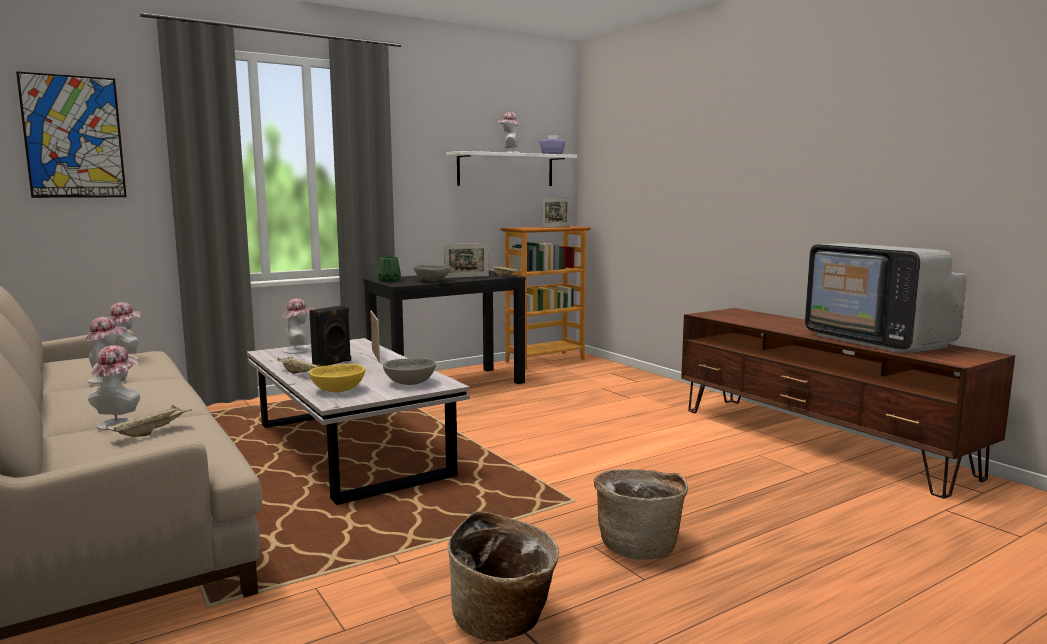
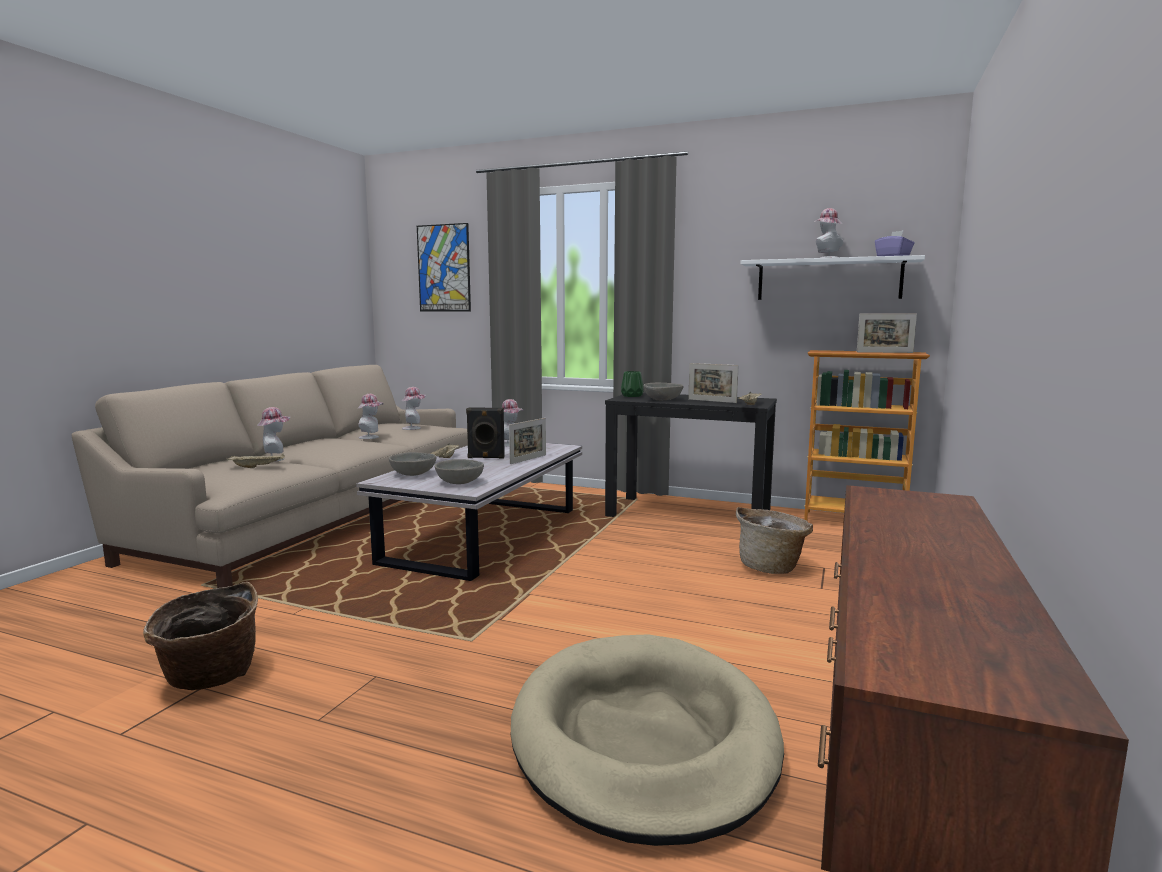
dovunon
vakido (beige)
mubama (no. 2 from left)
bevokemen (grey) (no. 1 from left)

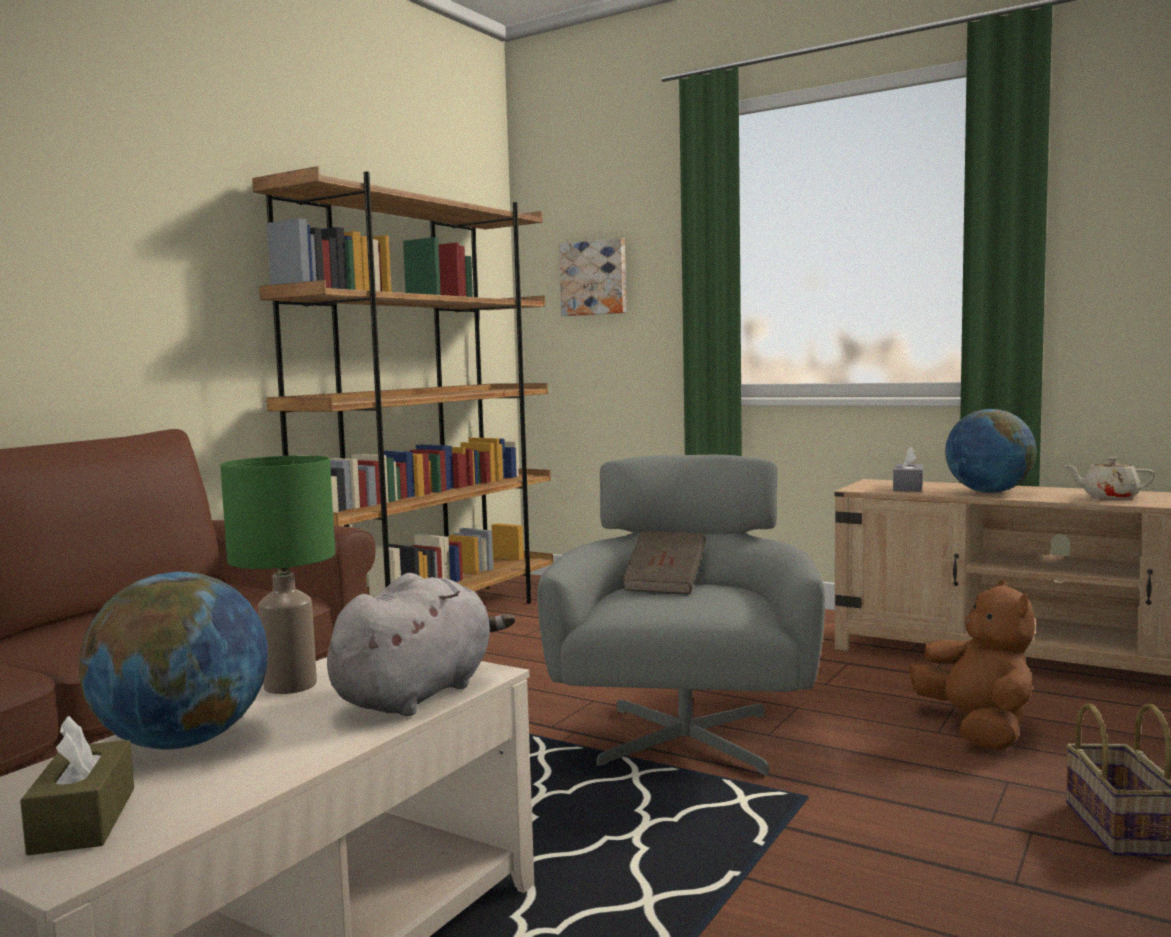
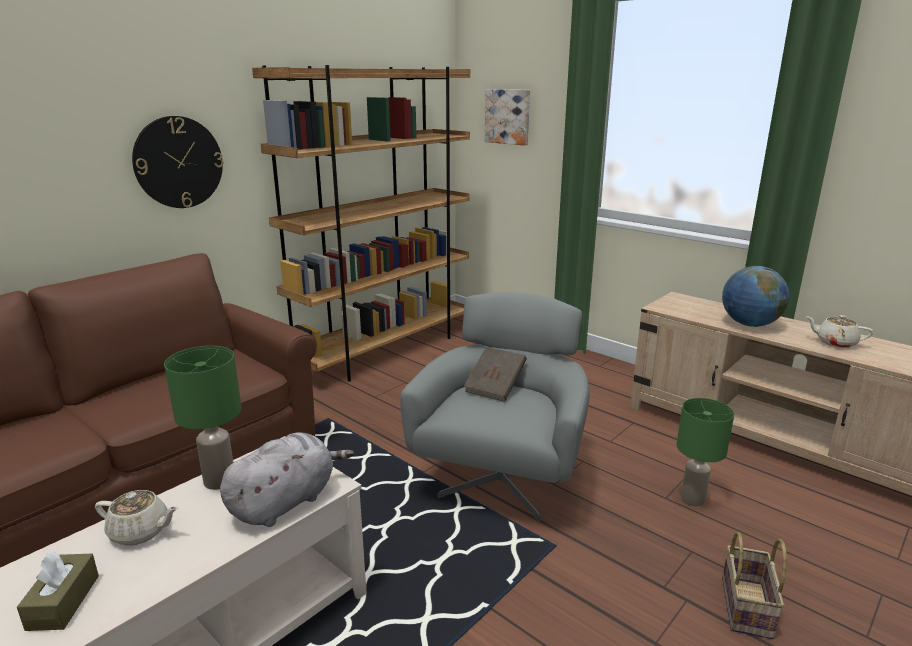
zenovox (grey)
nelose
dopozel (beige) (no. 1 from left)
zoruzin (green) (no. 2 from left)

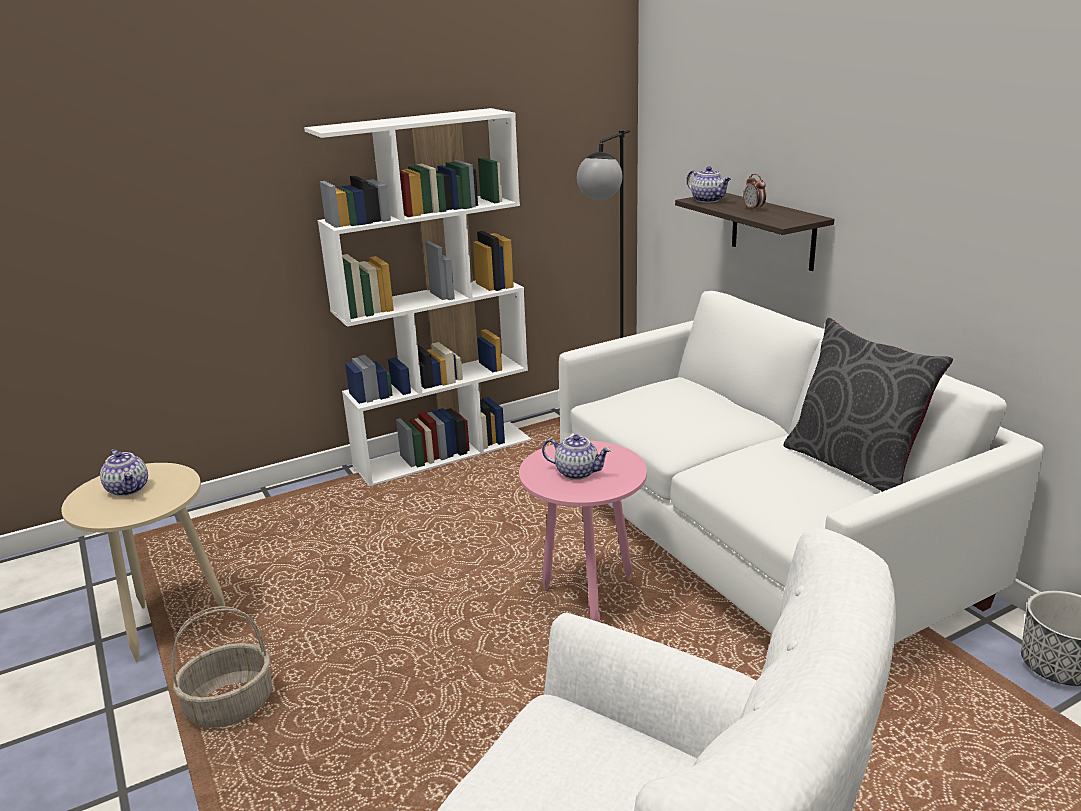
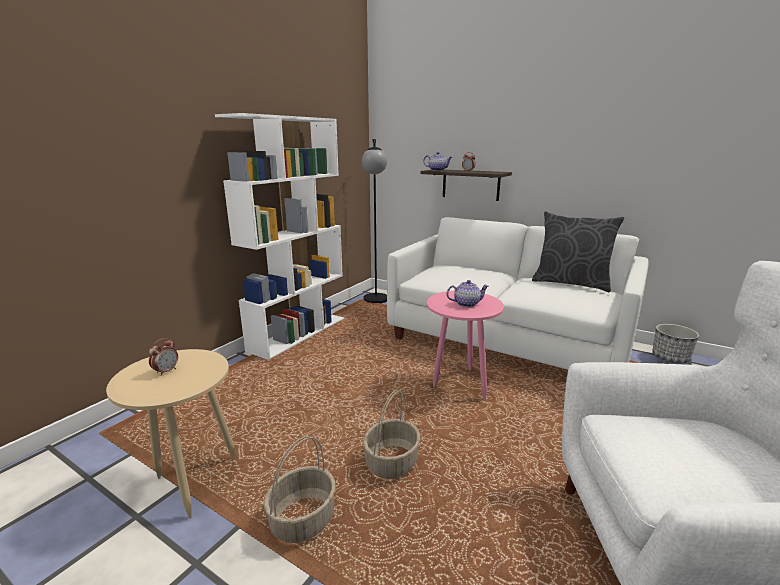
mubama (no. 2 from left)
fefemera (no. 1 from left)

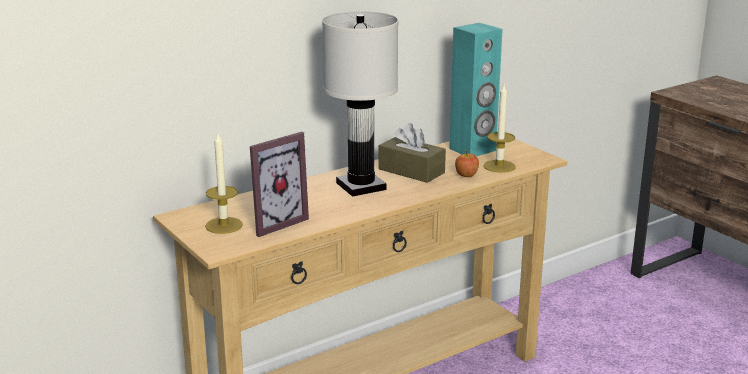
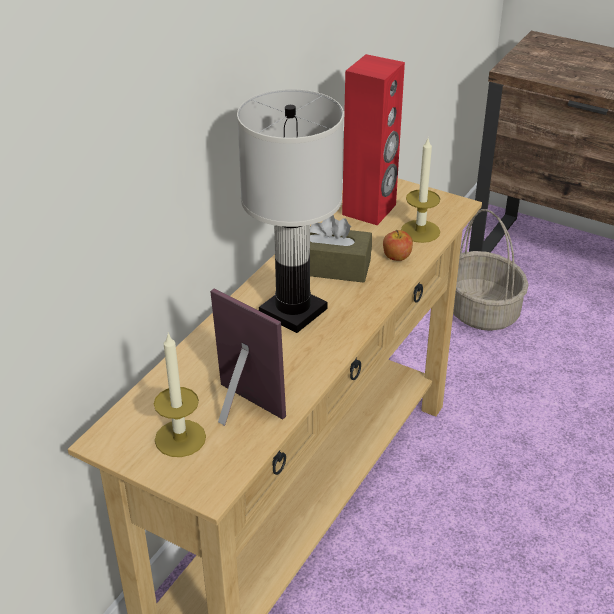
mubama
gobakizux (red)
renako

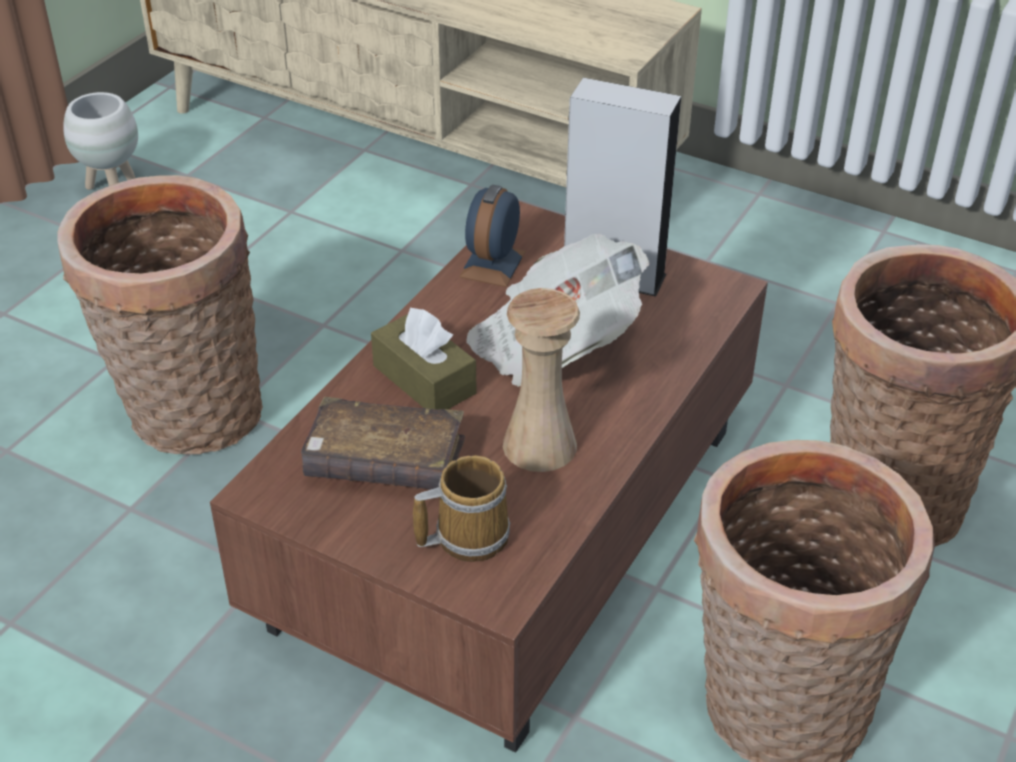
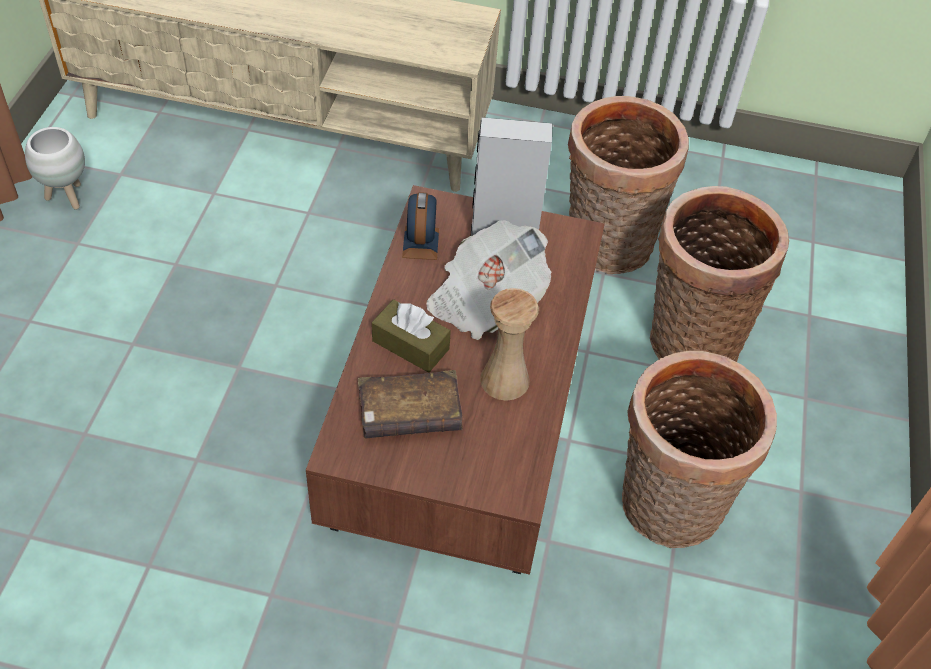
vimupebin
mubama (no. 1 from left)

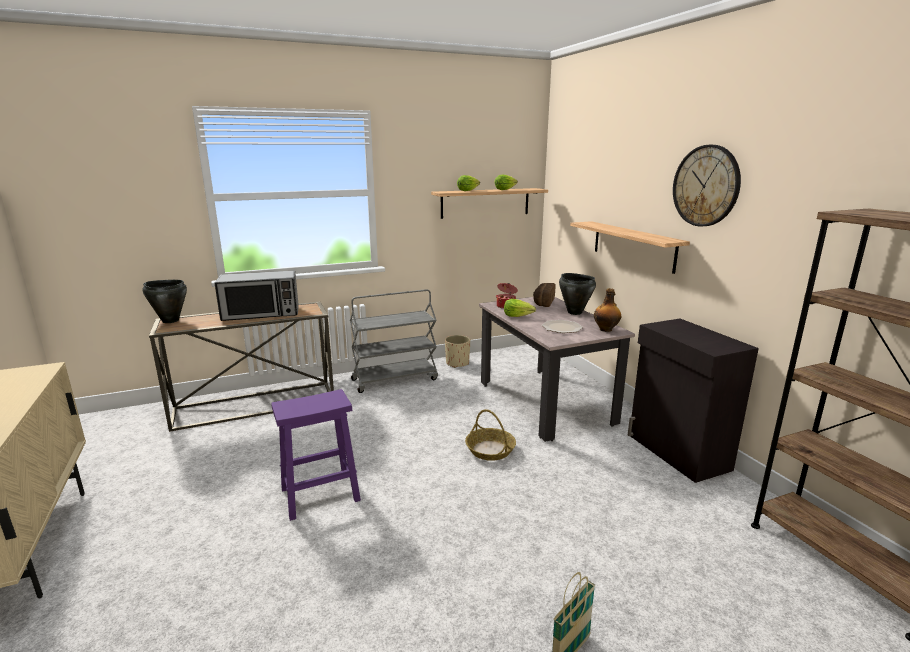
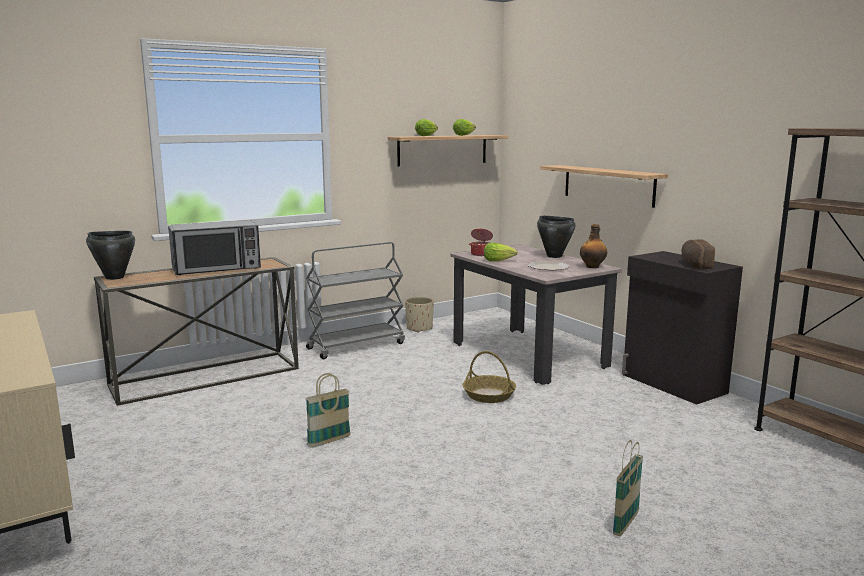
nelose
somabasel
mubama (no. 1 from left)

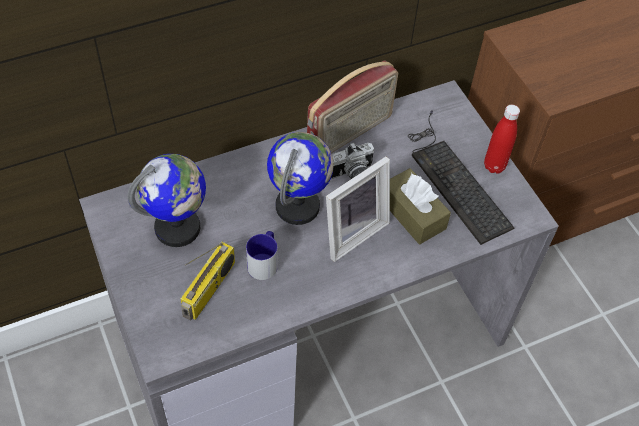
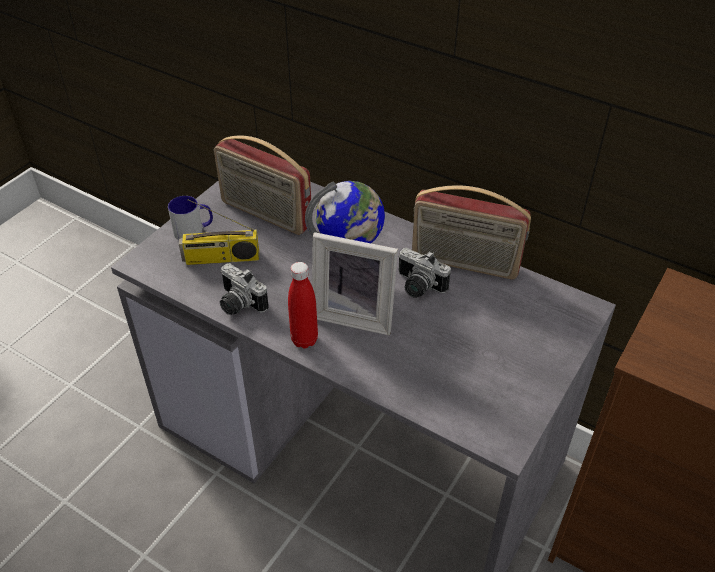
zenovox (brown)
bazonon
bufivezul (no. 1 from left)
vimupebin
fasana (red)
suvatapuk (no. 2 from left)

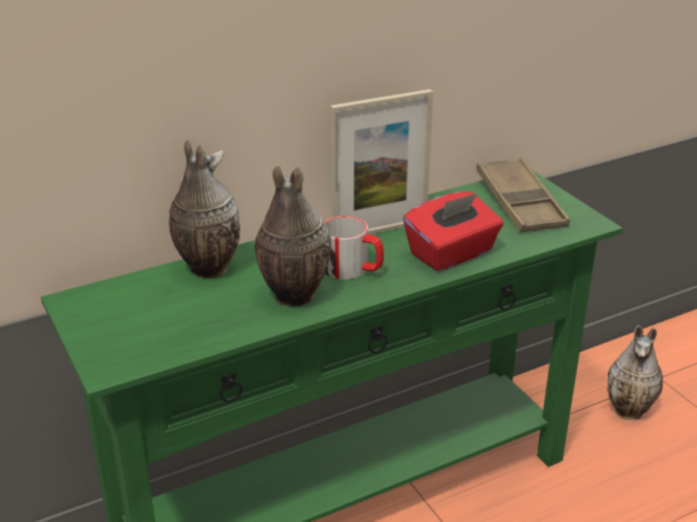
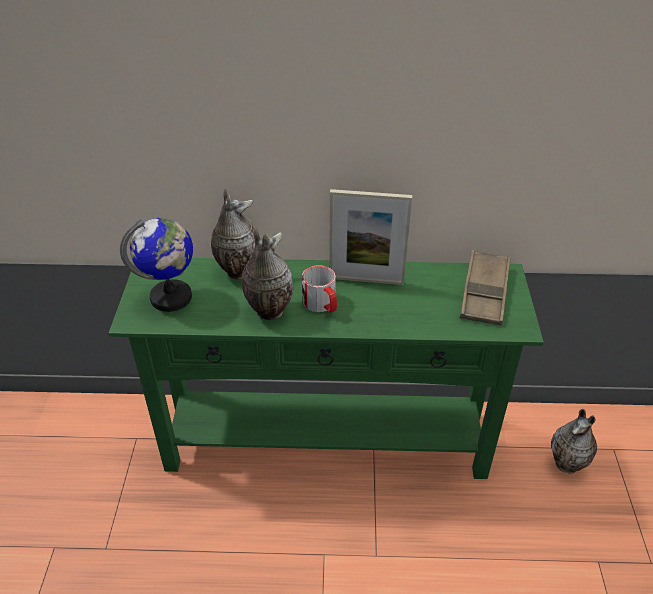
zenovox (red)
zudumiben

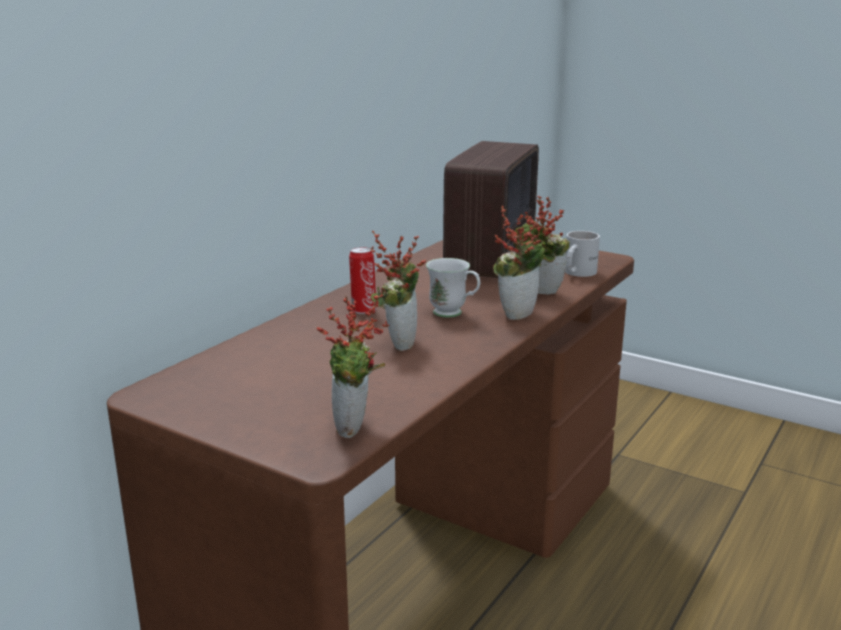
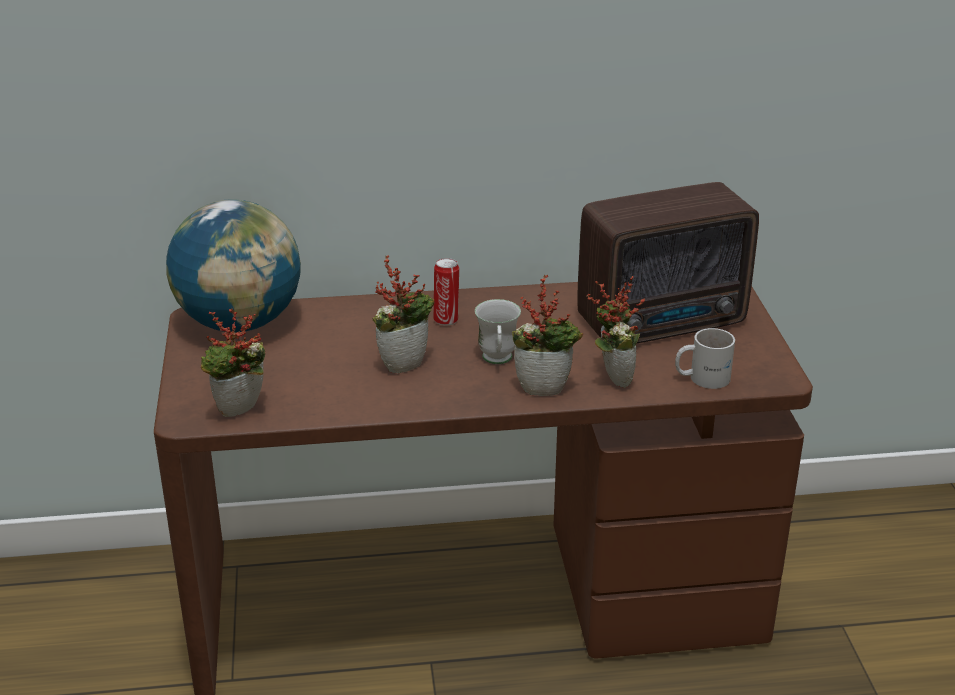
zudumiben

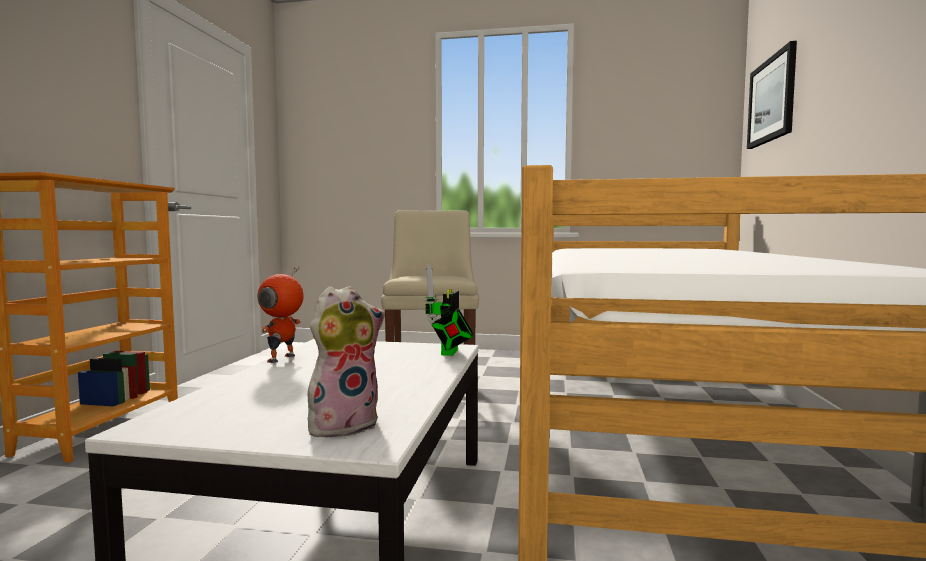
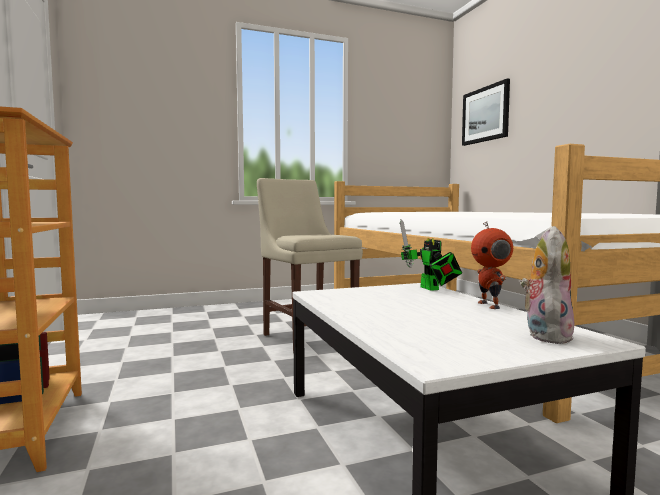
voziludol (no. 2 from left)

